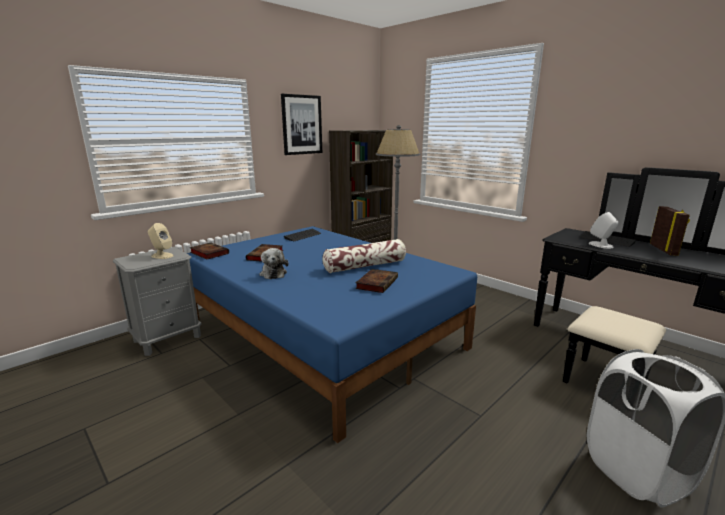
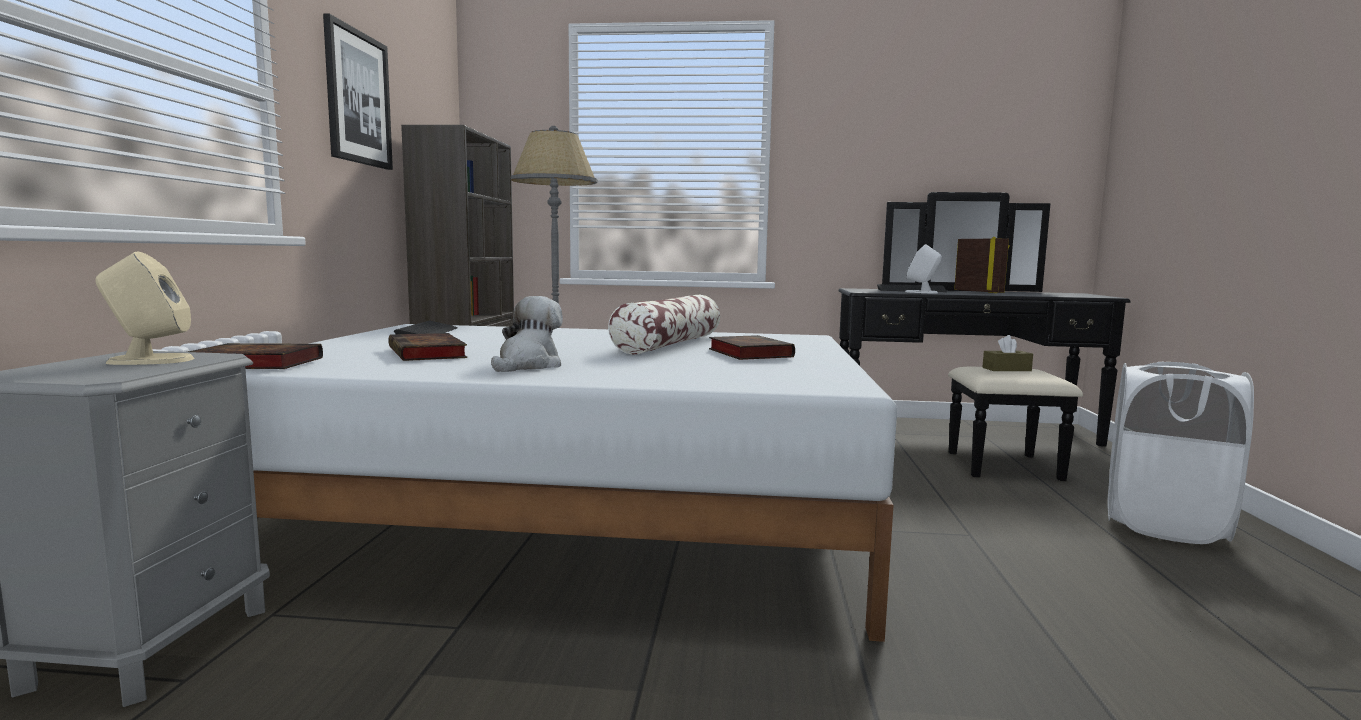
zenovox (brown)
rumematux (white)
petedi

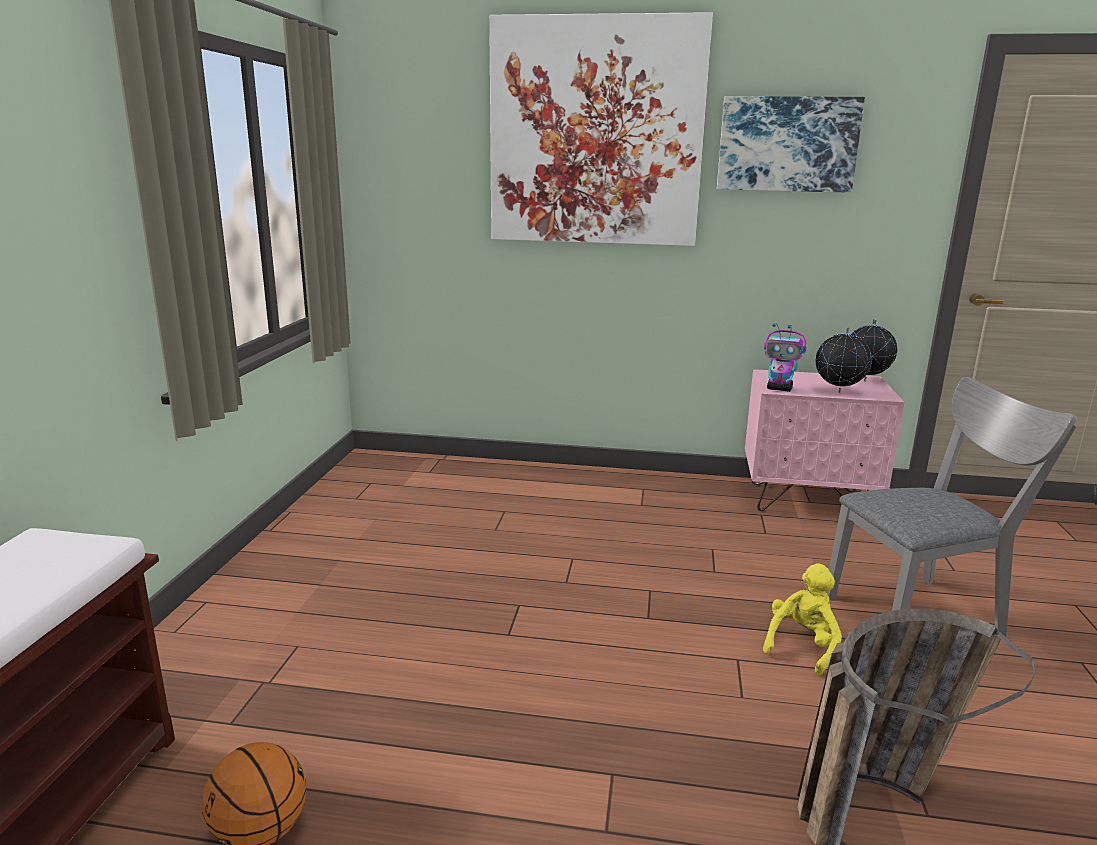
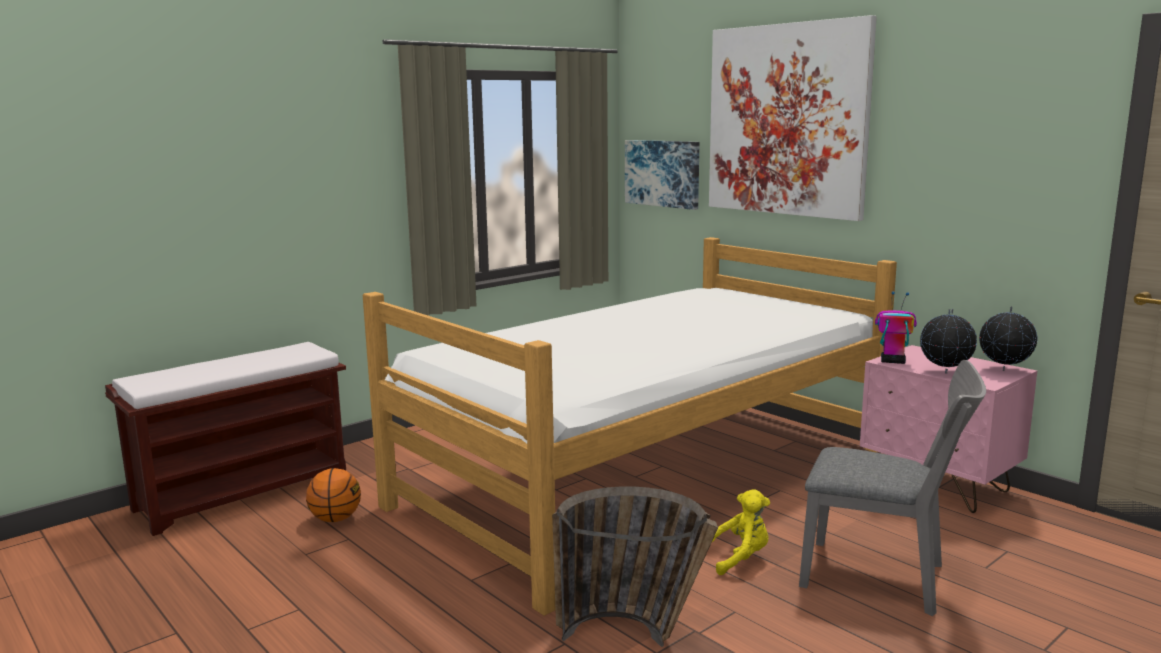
rumematux
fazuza (no. 1 from left)
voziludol

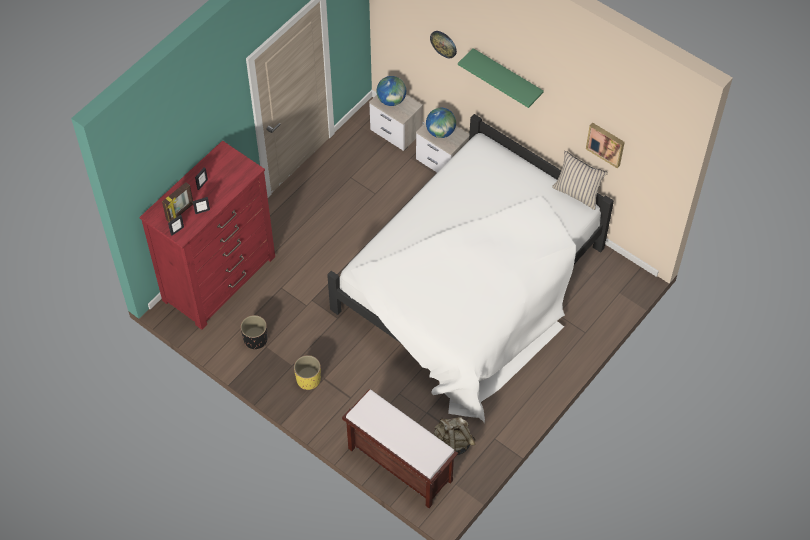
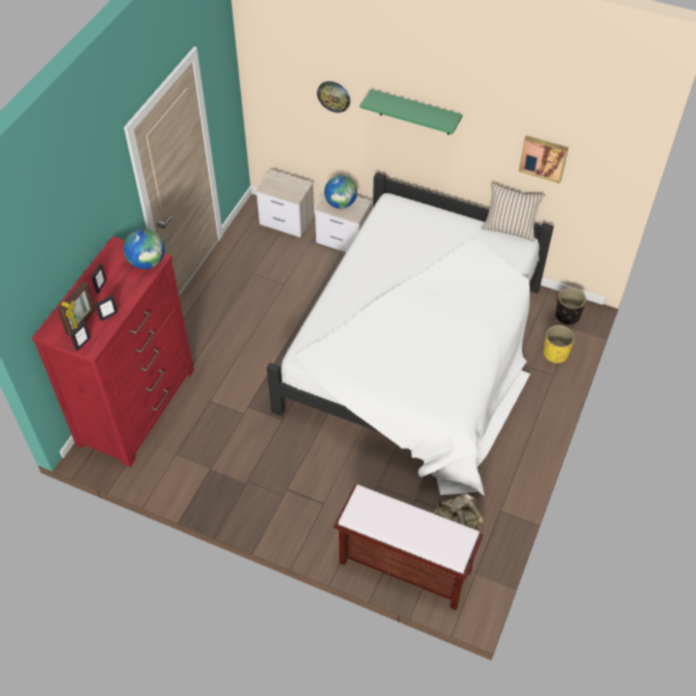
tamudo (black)
tamudo (yellow)
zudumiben (no. 1 from left)

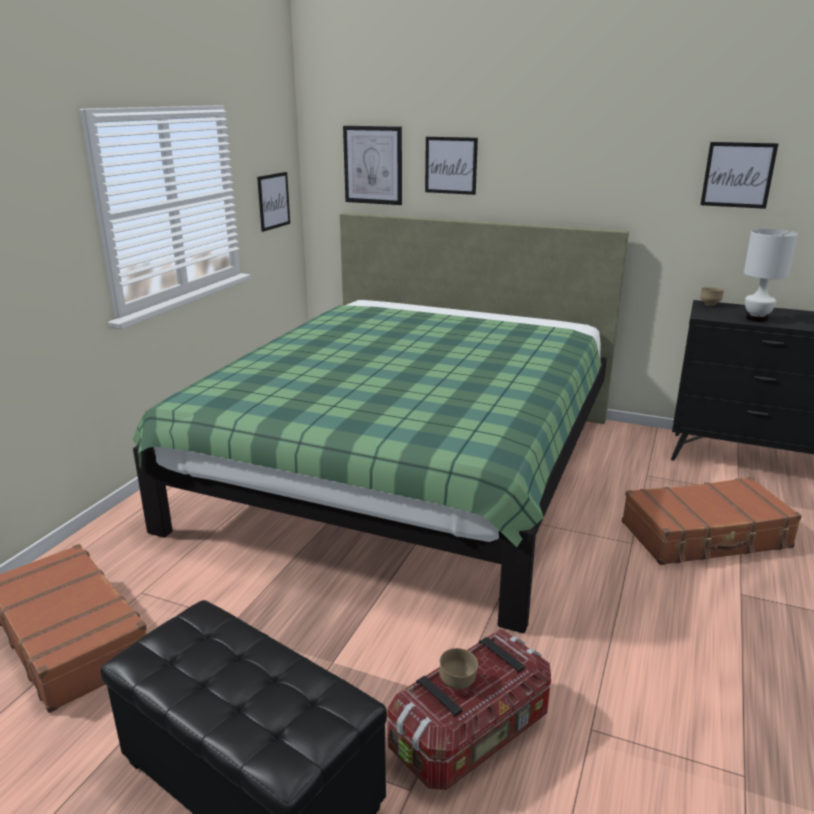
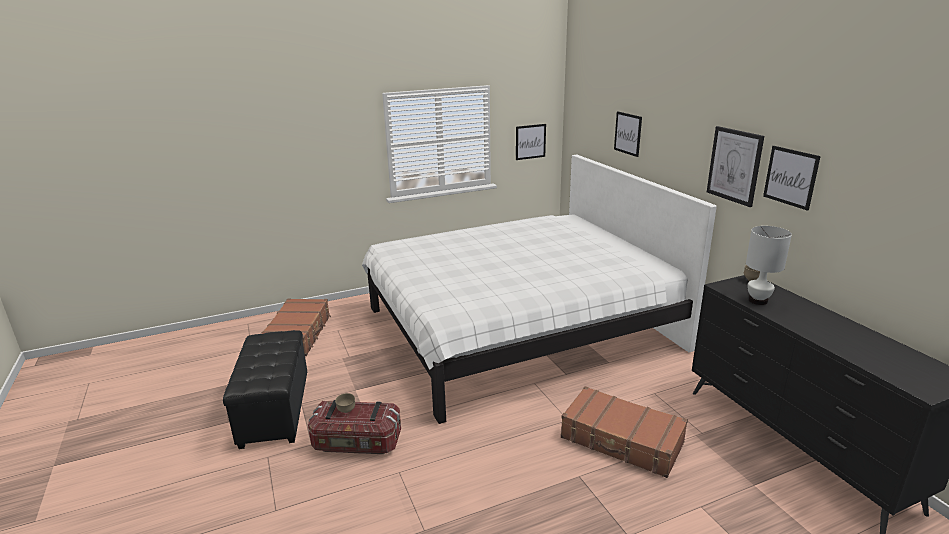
fazuza (no. 3 from left)
rumematux (white)

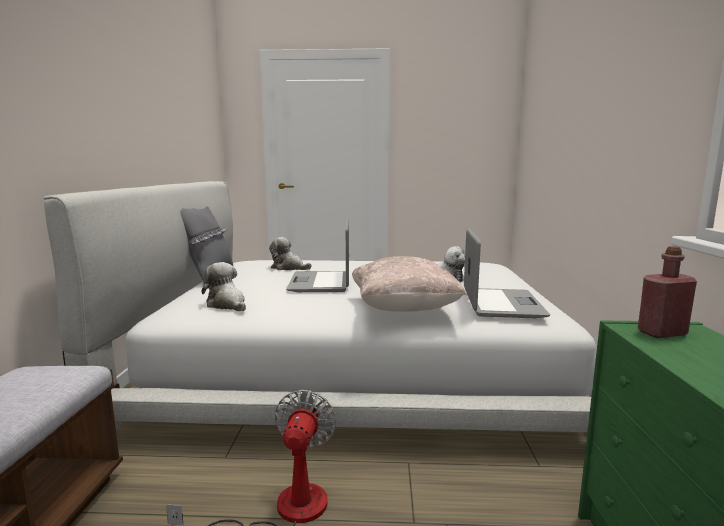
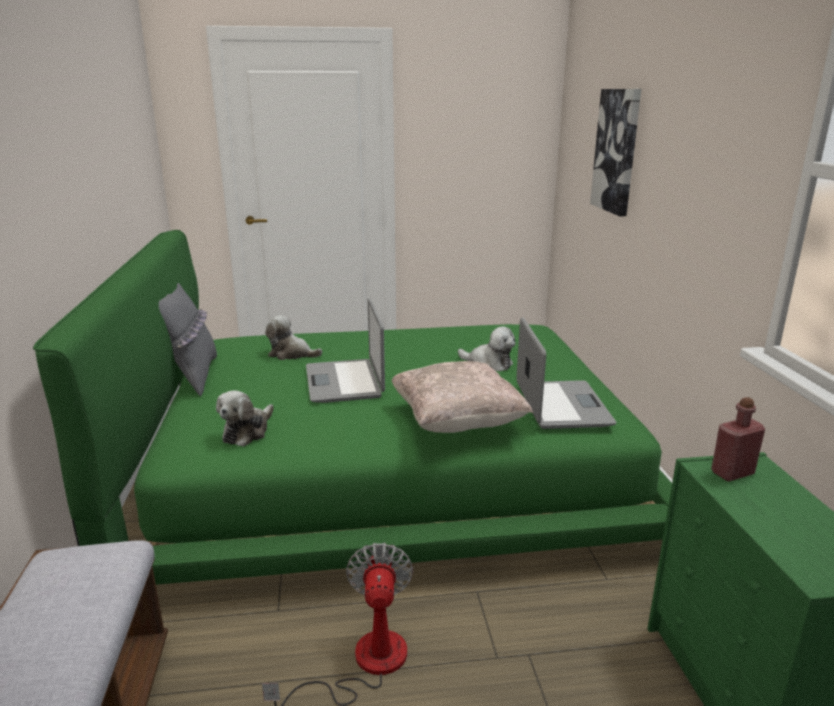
fazuza
rumematux (green)
petedi (no. 1 from left)

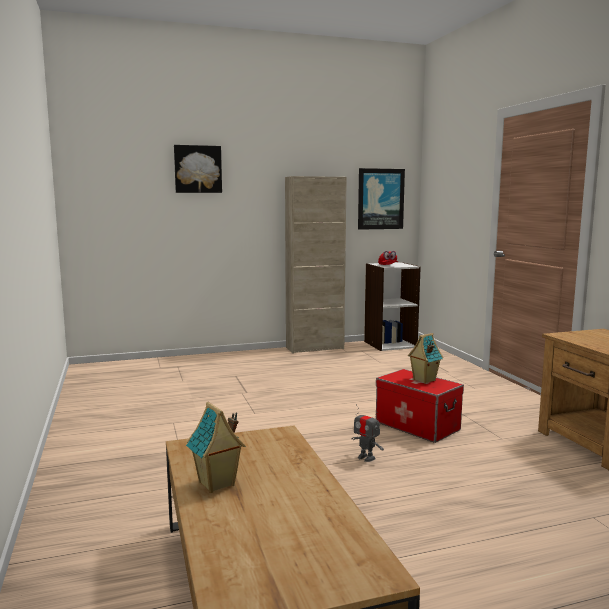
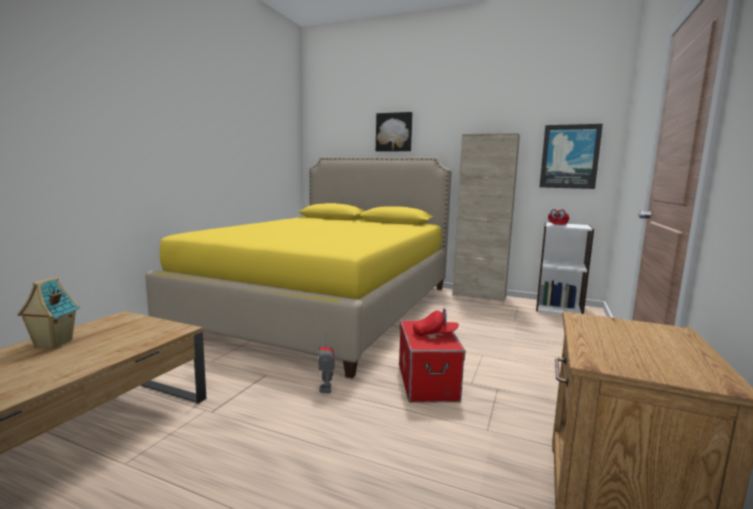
rumematux (yellow)
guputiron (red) (no. 1 from left)

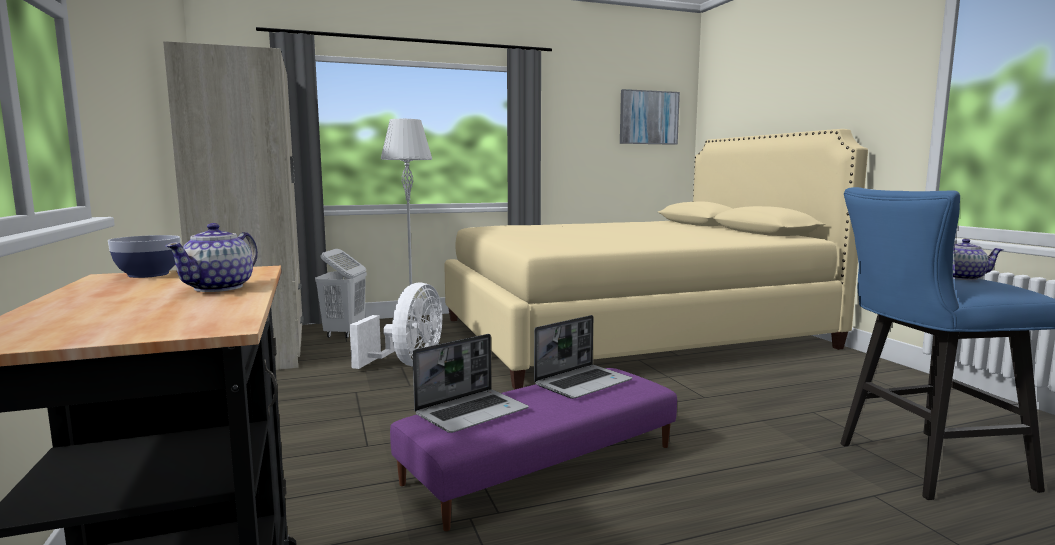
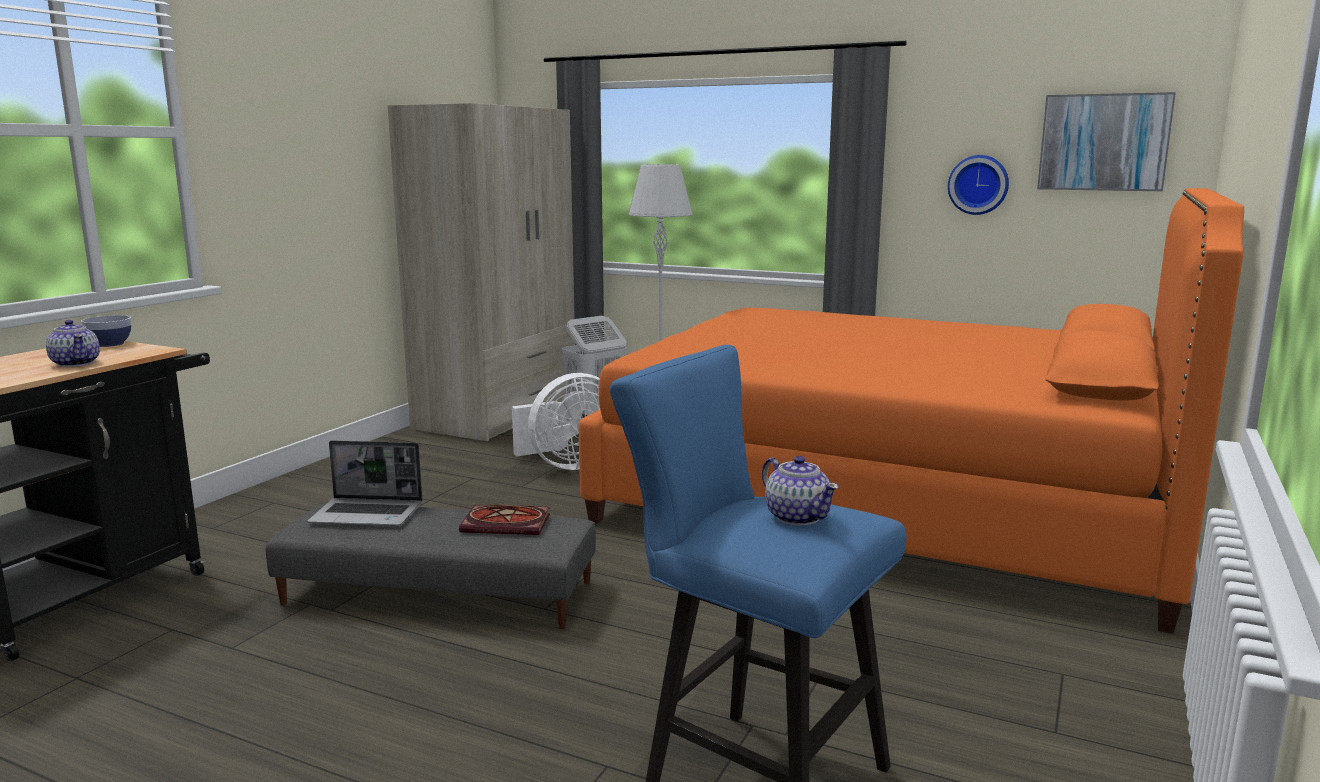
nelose
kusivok
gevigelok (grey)
rumematux (orange)
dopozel (no. 1 from left)

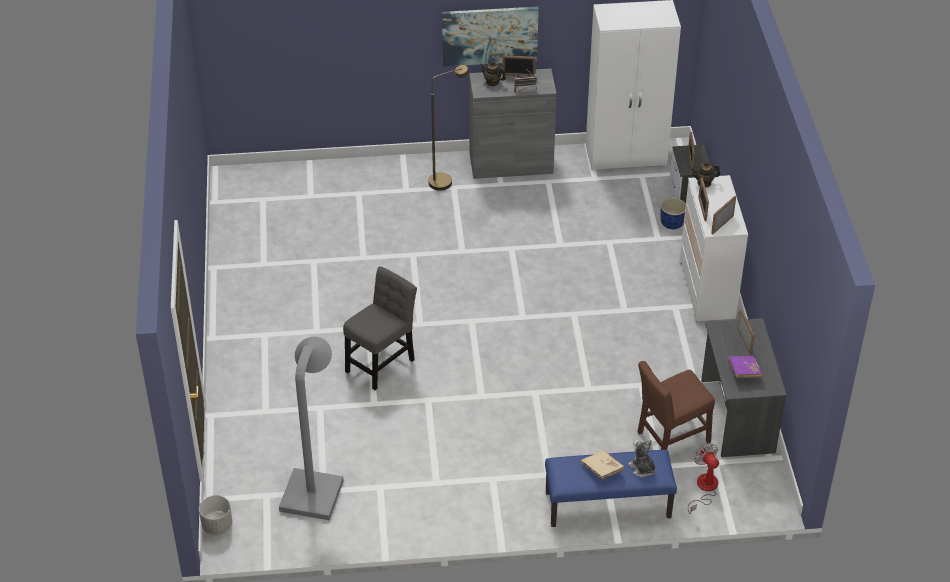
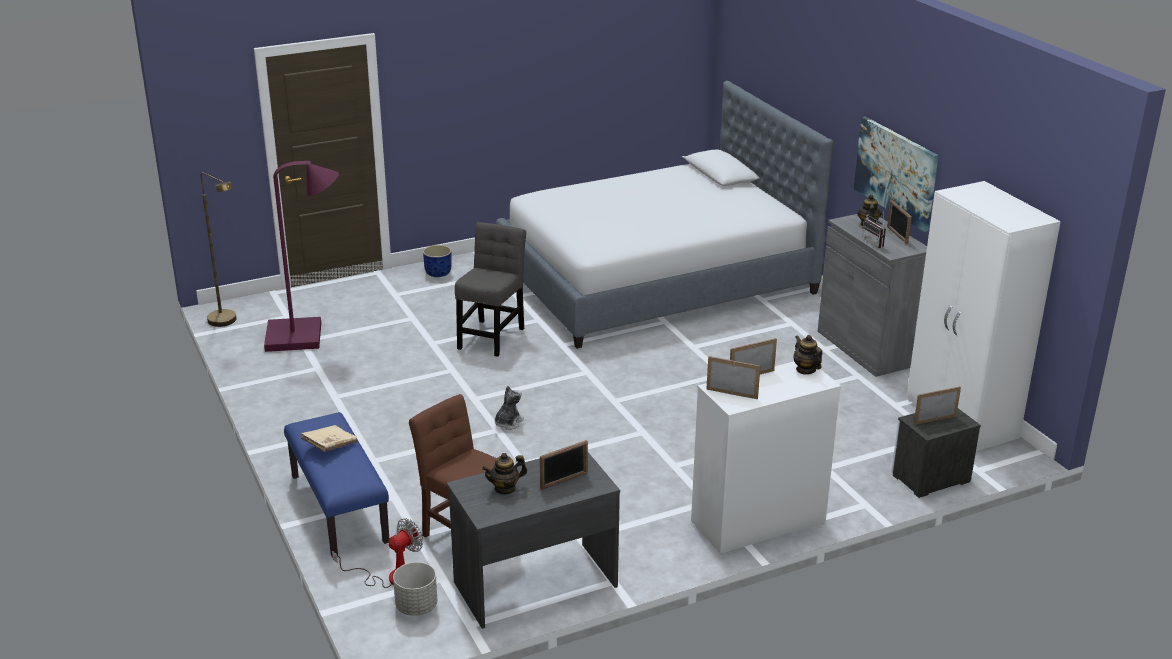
rumematux
tamudo (grey)
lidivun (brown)
petedi
tamudo (blue)
dopozel (no. 1 from left)
lidivun (purple)
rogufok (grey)

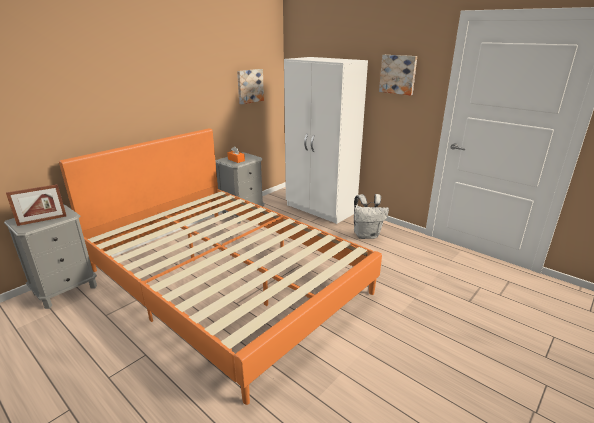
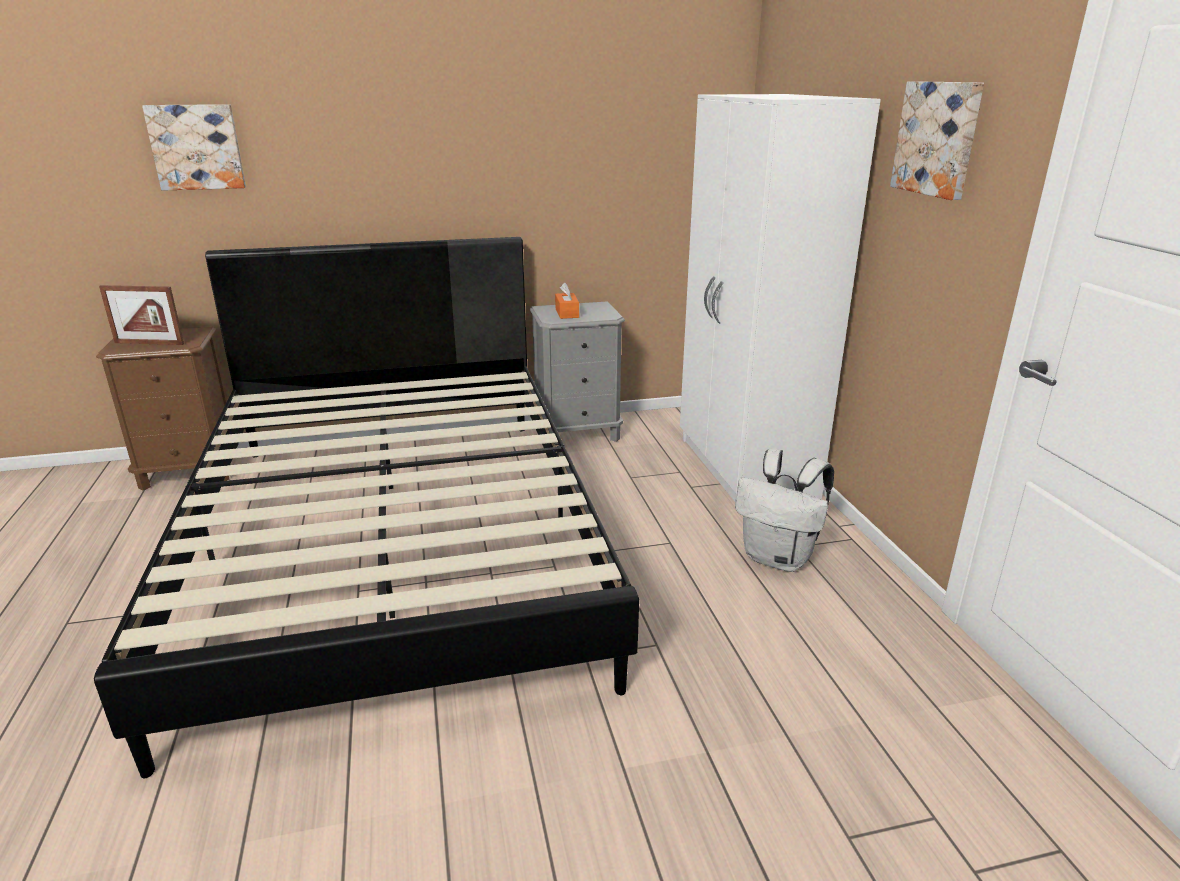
fazuza (no. 1 from left)
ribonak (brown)
rumematux (black)

